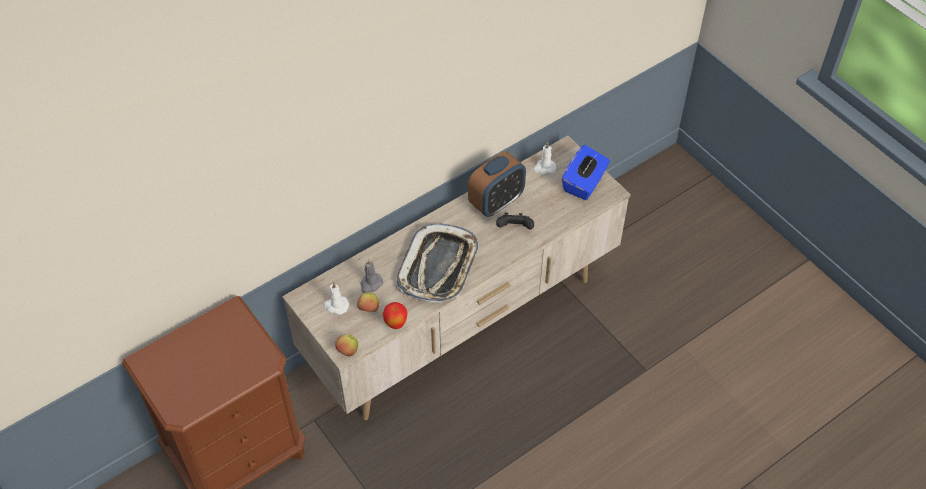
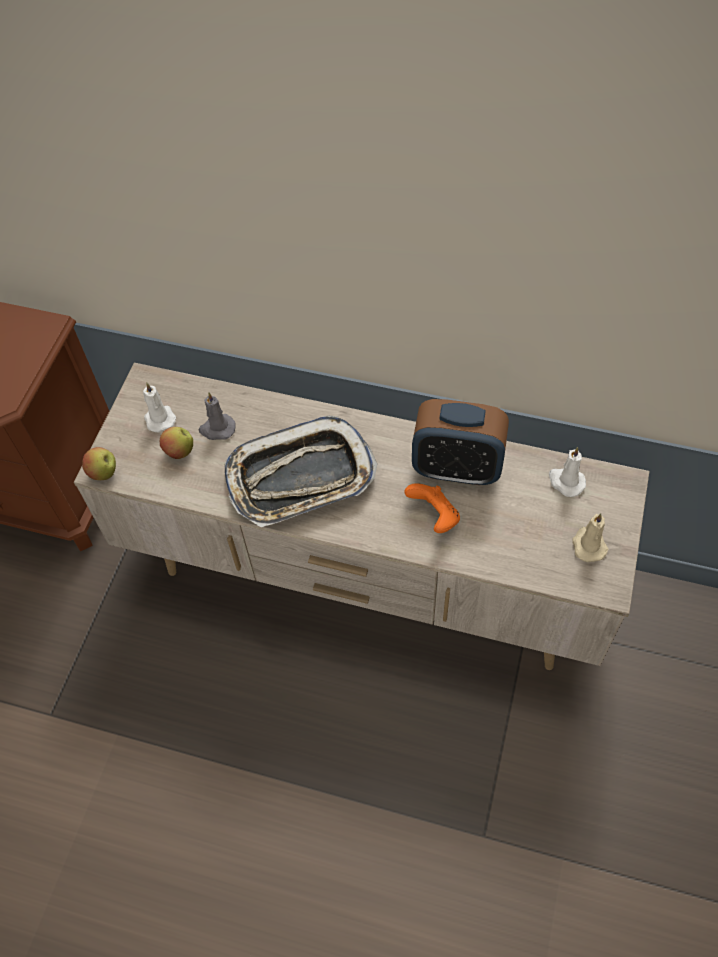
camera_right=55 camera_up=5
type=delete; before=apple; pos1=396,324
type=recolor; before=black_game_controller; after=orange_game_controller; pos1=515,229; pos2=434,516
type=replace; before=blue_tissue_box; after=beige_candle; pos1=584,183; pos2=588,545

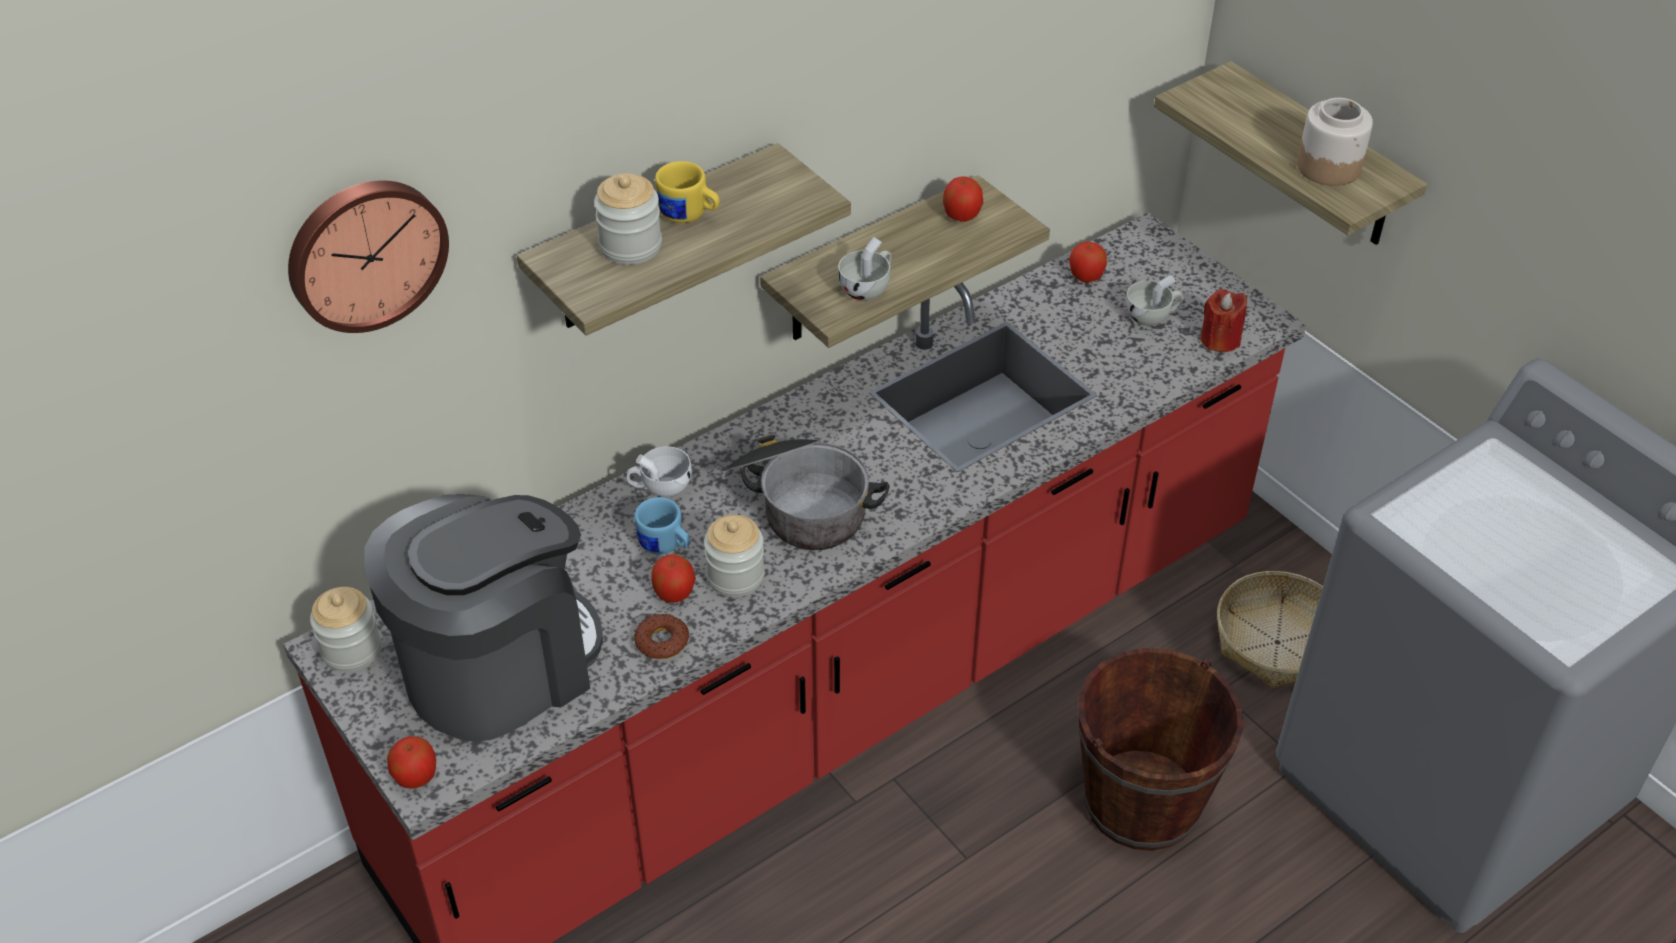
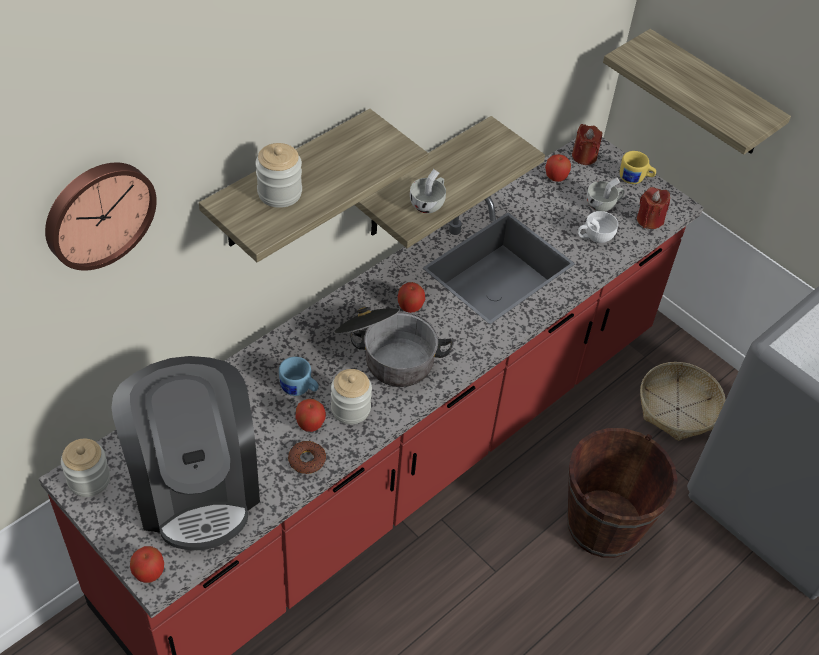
camera_right=-10 camera_up=5
type=rotate; before=coffee_machine; pos1=499,666; pos2=196,485; turn=120
type=move; before=white_cup; pos1=660,487; pos2=595,236
type=move; before=yellow_mug; pos1=689,215; pos2=635,179
type=move; before=apple; pos1=962,216; pos2=410,306
type=delete; before=jar; pos1=1329,167
type=insert; after=red_candle; pos2=584,156

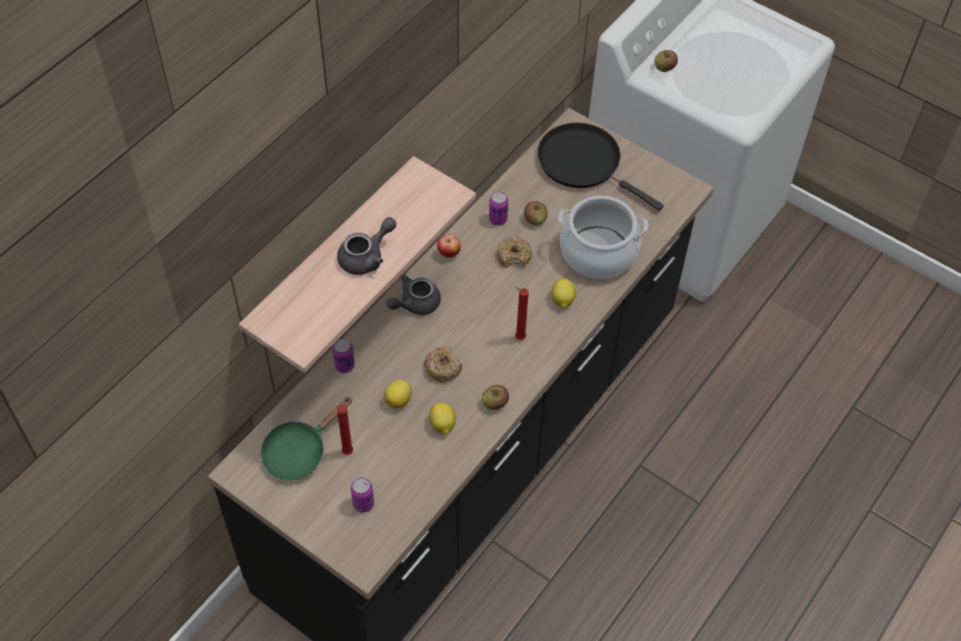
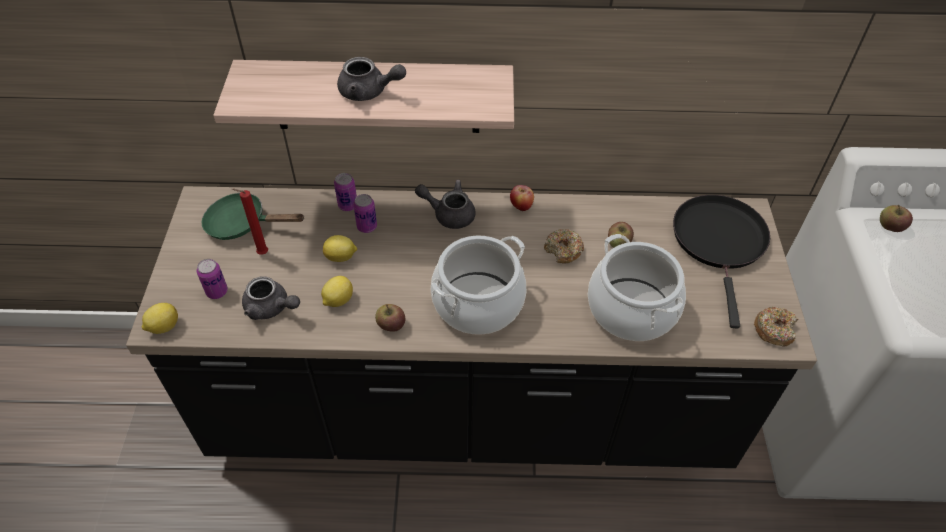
camera_right=55 camera_up=-5
type=move; before=donut; pos1=442,368; pos2=774,330
type=move; before=can; pos1=498,219; pos2=367,227
type=replace; before=red_candle; after=cooking_pot; pos1=518,338; pos2=477,302
type=move; before=lemon; pos1=562,300; pos2=163,327
type=insert; after=grey_teapot; pos2=271,308

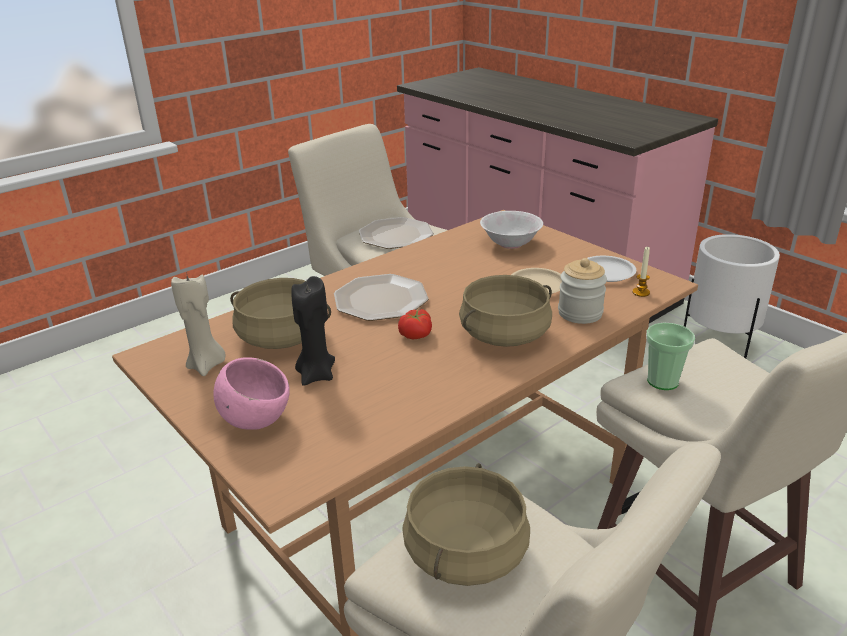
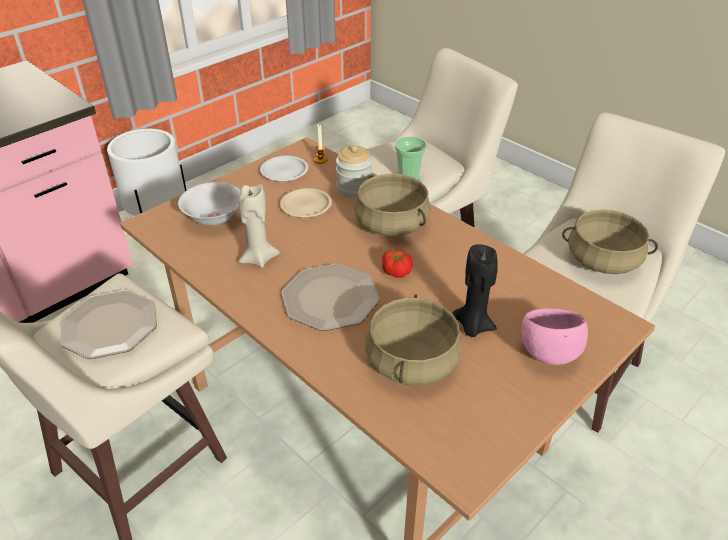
camera_right=-95 camera_up=10
type=move; before=beige_candle; pos1=207,365; pos2=258,259

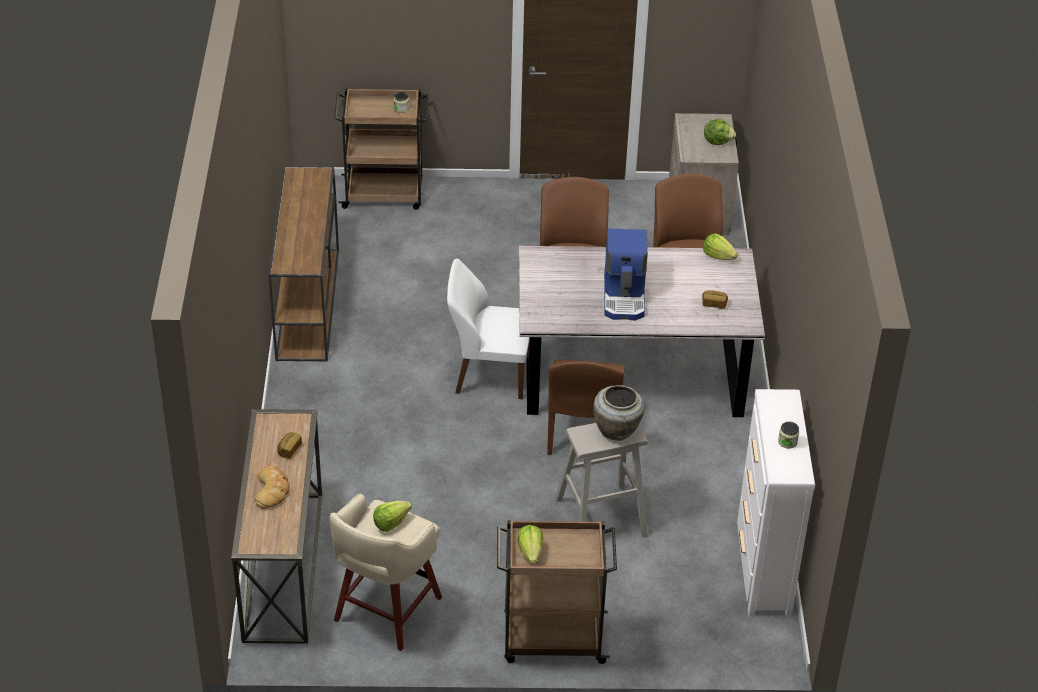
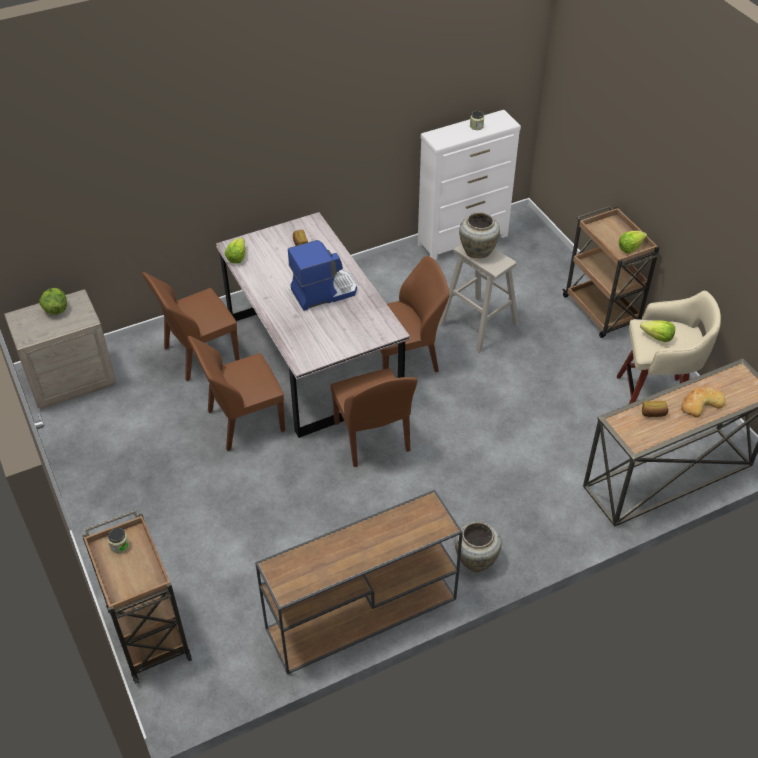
camera_right=-115 camera_up=5
type=recolor; before=white_chair; after=brown_chair; pos1=489,374; pos2=372,439
type=insert; after=beige_vase; pos2=475,559

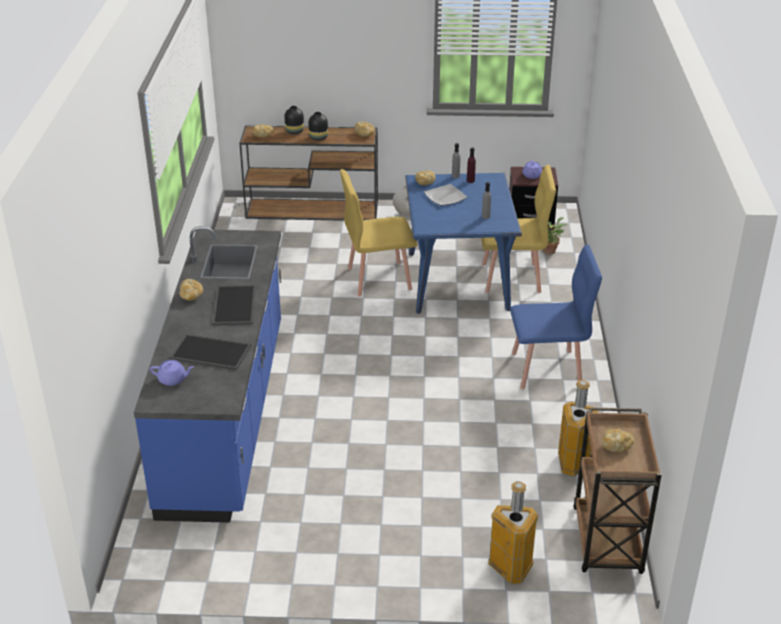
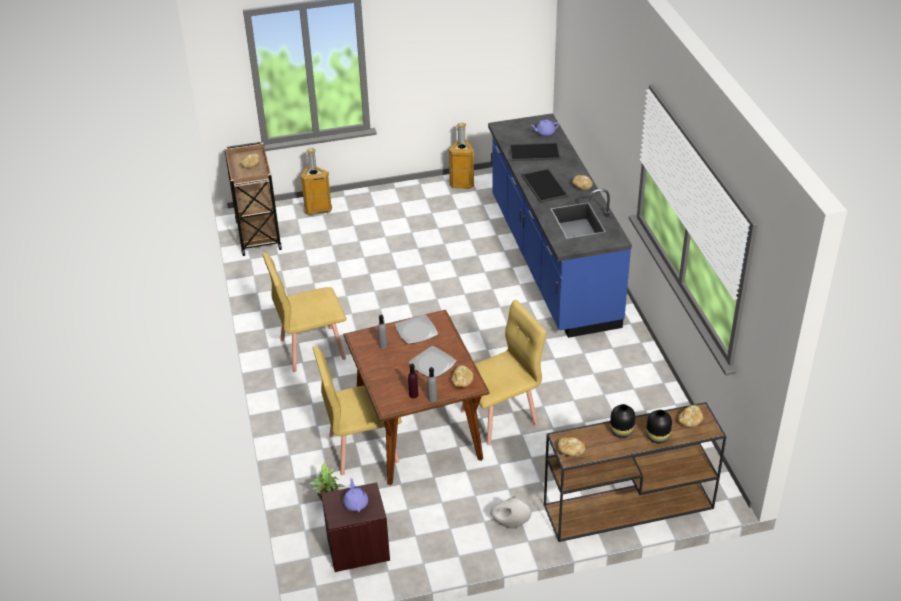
camera_right=165 camera_up=5
type=recolor; before=blue_dining_table; after=brown_dining_table; pos1=458,281; pos2=417,431
type=recolor; before=blue_chair; after=yellow_chair; pos1=547,369; pos2=311,349
type=move; before=trash_can; pos1=572,464; pos2=462,183
type=insert; after=plate; pos2=416,331

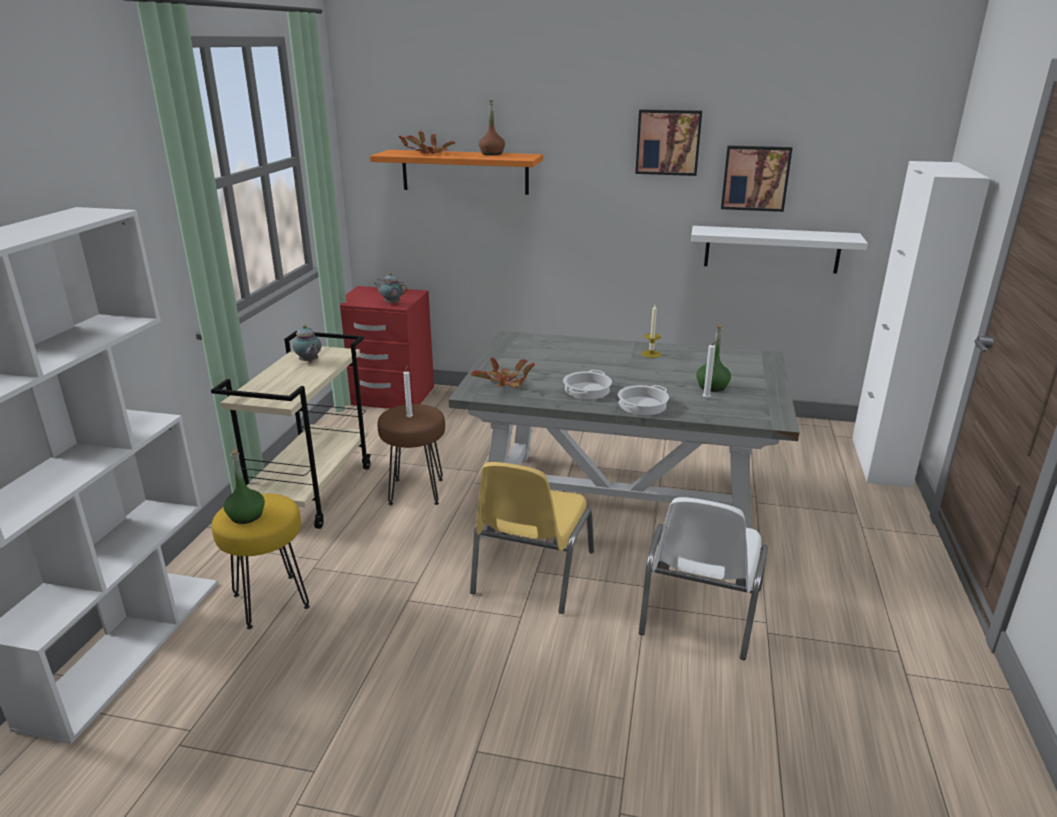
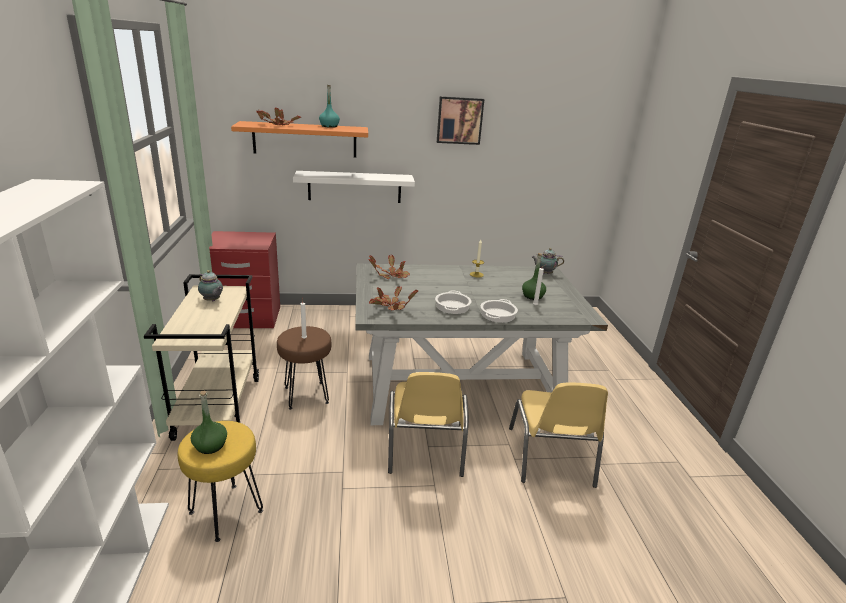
camera_right=-20 camera_up=0
type=move; before=teapot; pos1=391,303; pos2=544,273
type=recolor; before=brown_bottle; after=turquoise_bottle; pos1=492,154; pos2=329,126
type=recolor; before=white_chair; after=yellow_chair; pos1=699,612; pos2=551,457
type=move; before=white_shelf; pos1=772,249; pos2=354,187
type=delete; before=picture; pos1=755,178
type=delete; before=white_cabinet; pos1=880,462
type=insert; after=potted_plant; pos2=391,276

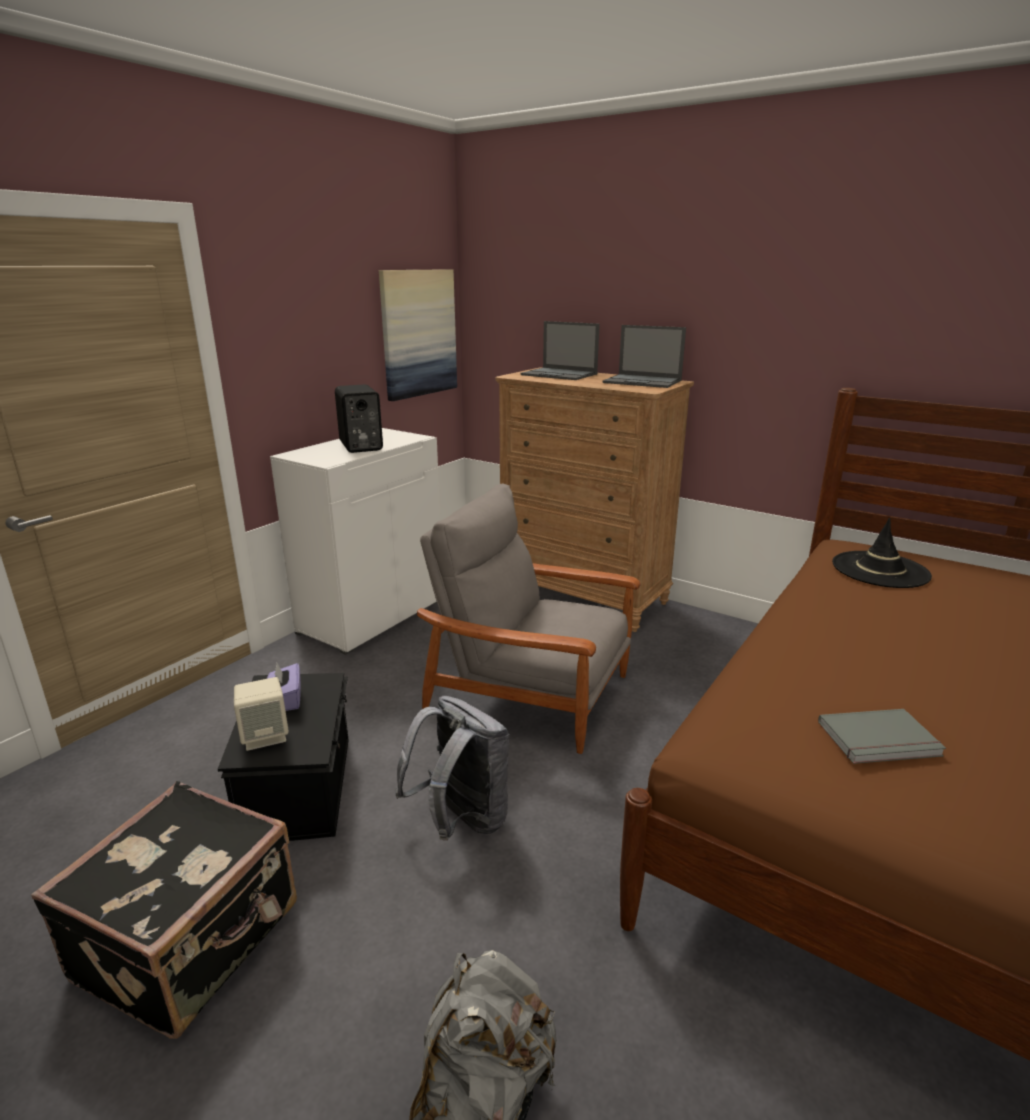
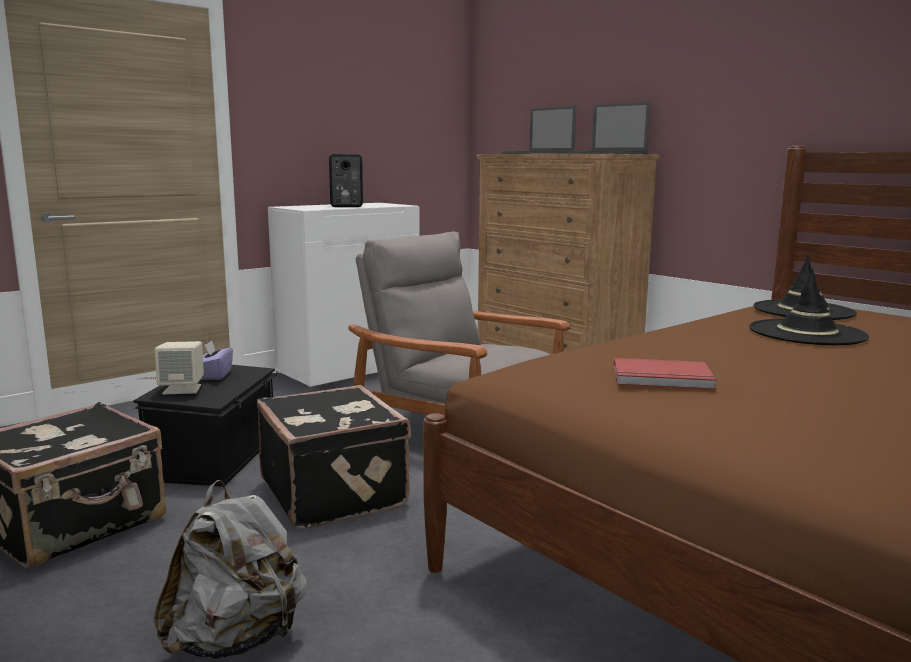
camera_right=15 camera_up=-10
type=delete; before=picture; pos1=418,333
type=replace; before=grey_backpack; after=black_suitcase; pos1=461,820; pos2=335,492
type=recolor; before=grey_book; after=red_book; pos1=880,741; pos2=662,378
type=insert; after=black_hat; pos2=807,333

